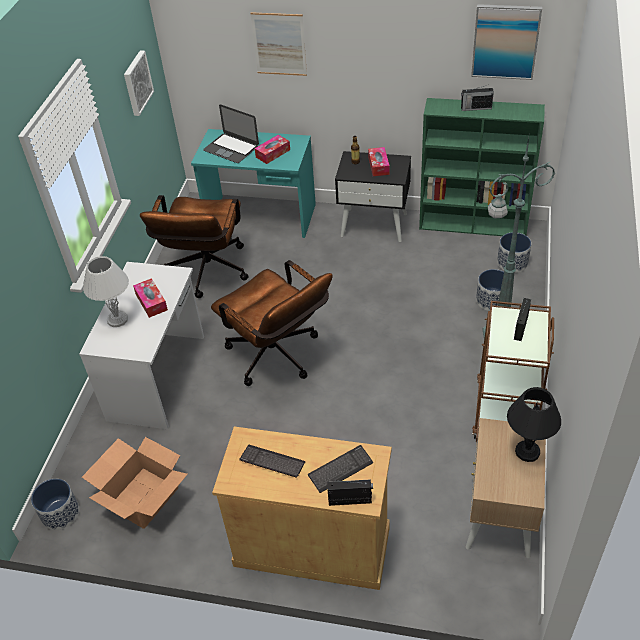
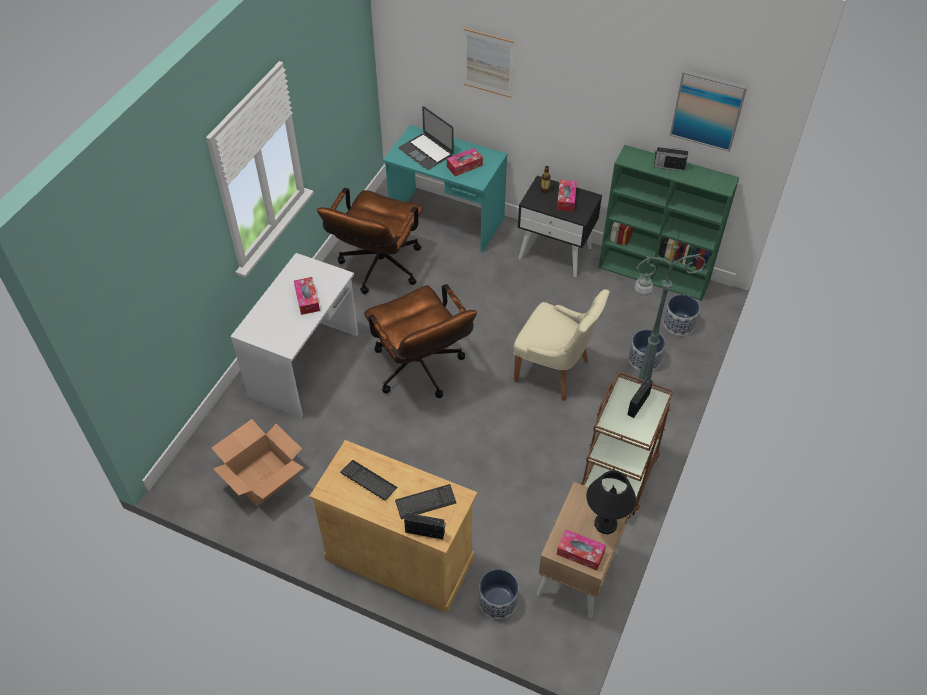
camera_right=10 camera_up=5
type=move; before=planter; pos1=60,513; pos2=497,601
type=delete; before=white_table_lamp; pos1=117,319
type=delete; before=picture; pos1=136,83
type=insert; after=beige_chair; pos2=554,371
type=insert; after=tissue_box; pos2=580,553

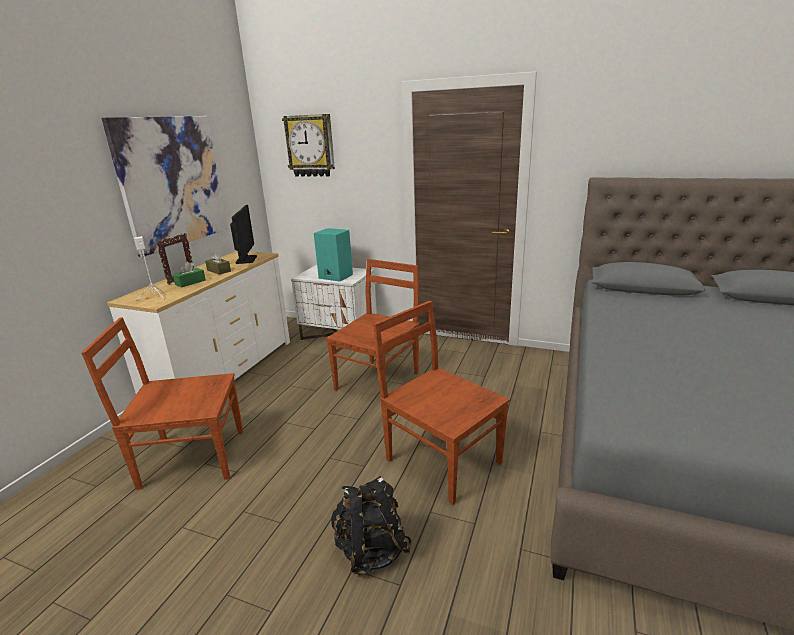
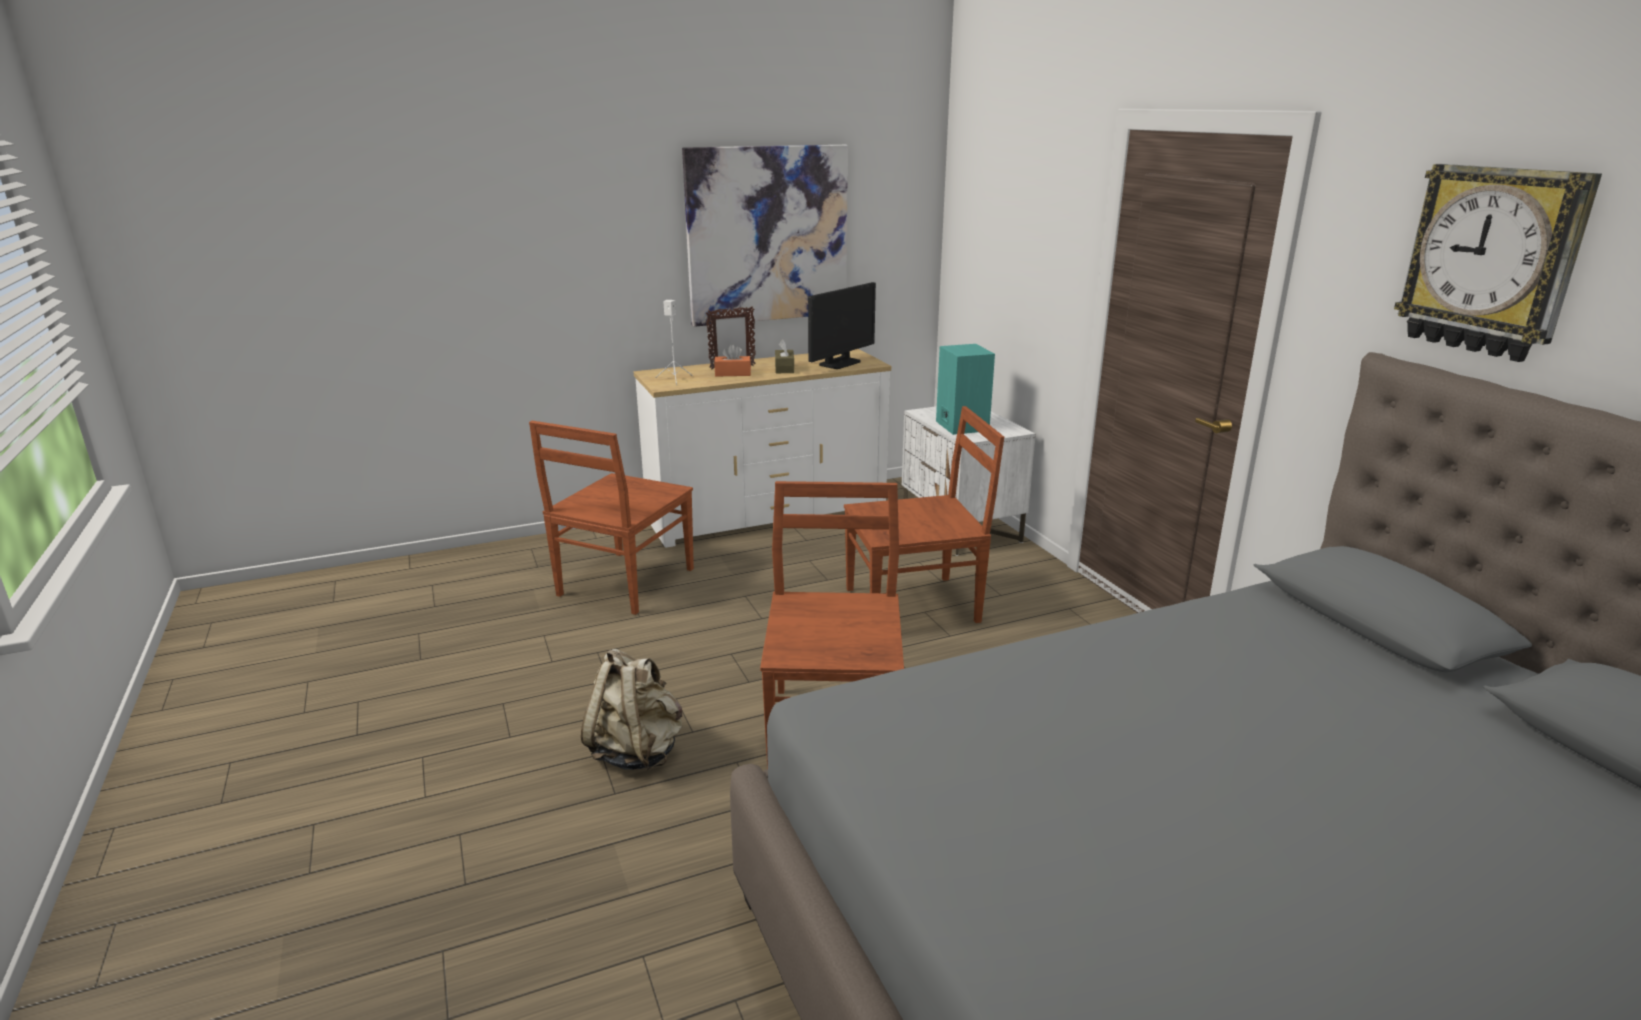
camera_right=45 camera_up=0
type=rotate; before=brown_chair; pos1=190,458; pos2=624,583; turn=-105
type=recolor; before=green_tissue_box; after=orange_tissue_box; pos1=190,282; pos2=733,373
type=move; before=wall_clock; pos1=310,146; pos2=1491,261
type=recolor; before=black_backpack; after=beige_backpack; pos1=371,550; pos2=637,751

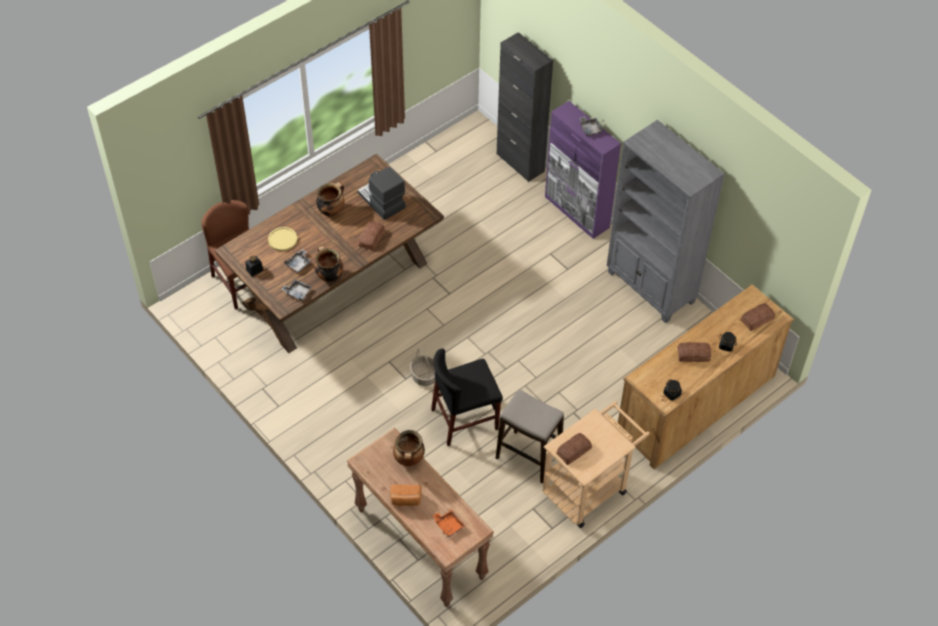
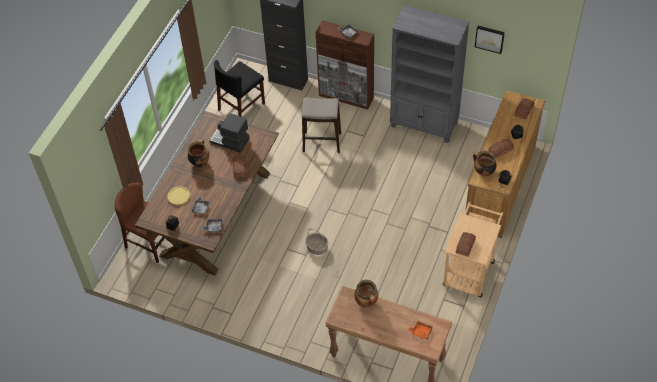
camera_right=-25 camera_up=0
type=move; before=cooking_pot; pos1=329,276; pos2=483,172
type=delete; before=bread; pos1=406,500
type=move; before=black_chair; pos1=465,419; pos2=241,107
type=move; before=stool; pos1=528,457; pos2=322,142
type=recolor; before=purple_cabinet; after=brown_cabinet; pos1=577,212; pos2=346,97
type=insert; after=picture; pos2=489,38

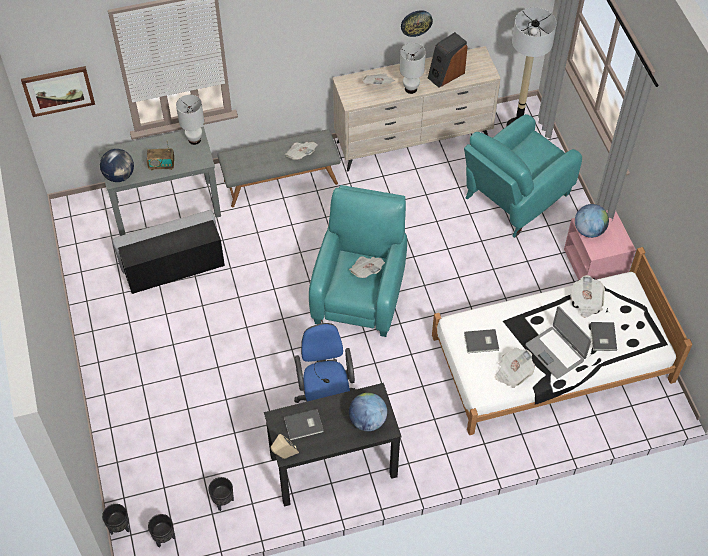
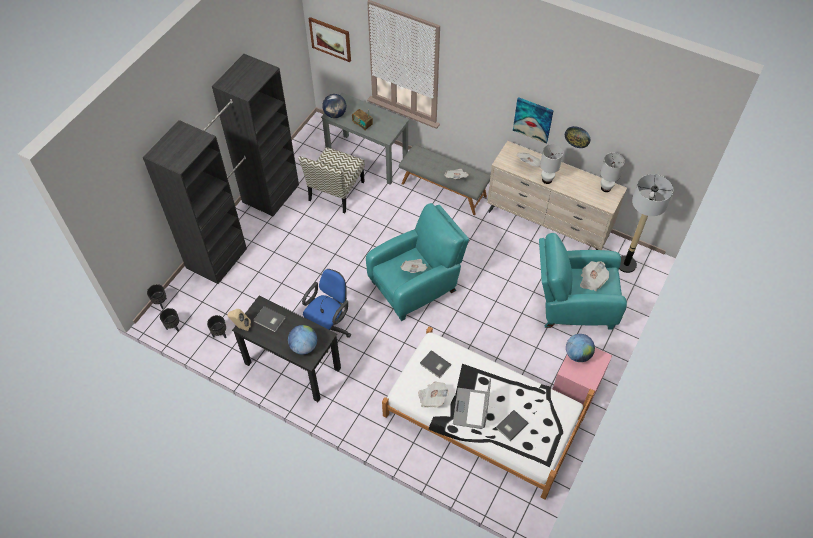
camera_right=45 camera_up=0
type=replace; before=grey_ottoman; after=chair; pos1=173,265; pos2=336,192
type=move; before=white_table_lamp; pos1=194,140; pos2=605,188
type=delete; before=speaker; pos1=446,75
type=move; before=newspaper; pos1=586,302; pos2=592,280
type=insert; after=black_wardrobe; pos2=244,224
type=insert; after=picture; pos2=533,119

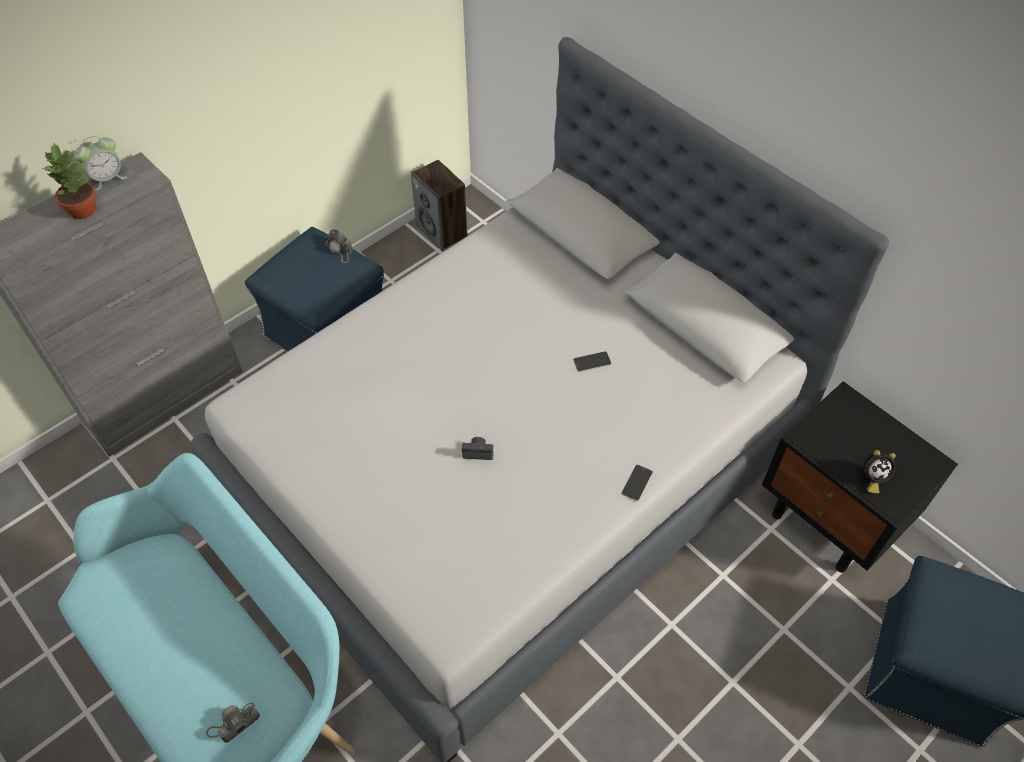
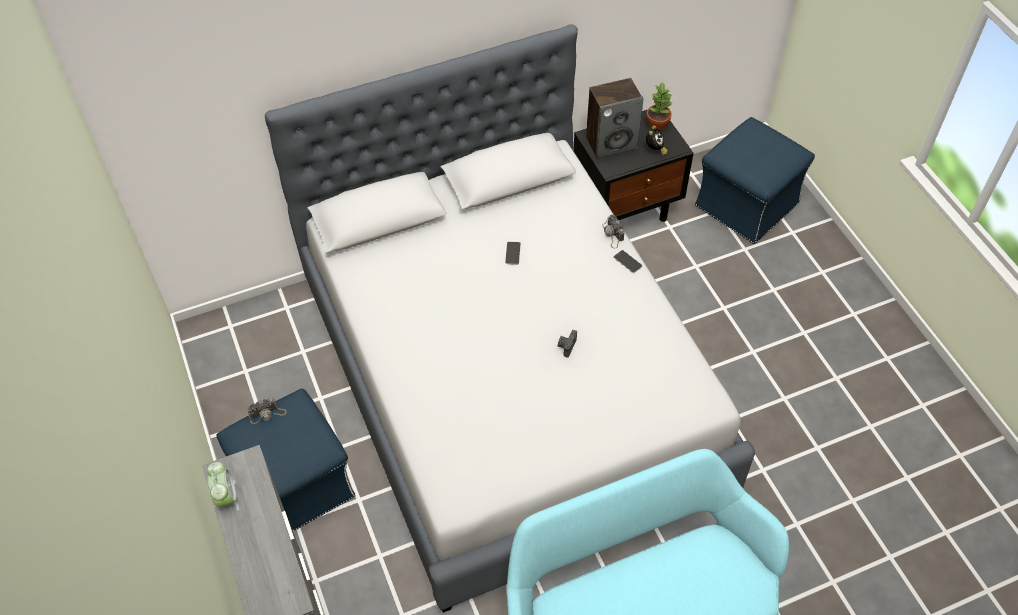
camera_right=-70 camera_up=0
type=move; before=potted_plant; pos1=83,209; pos2=657,123
type=move; before=photo_camera; pos1=233,723; pos2=612,234
type=move; before=speaker; pos1=442,231; pos2=611,143

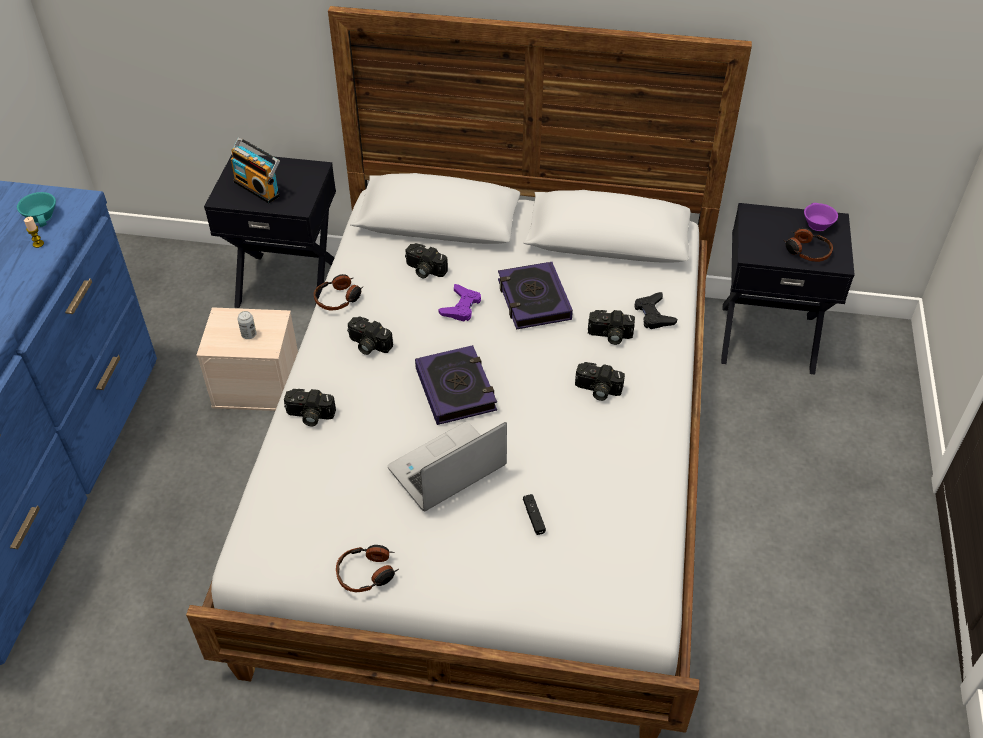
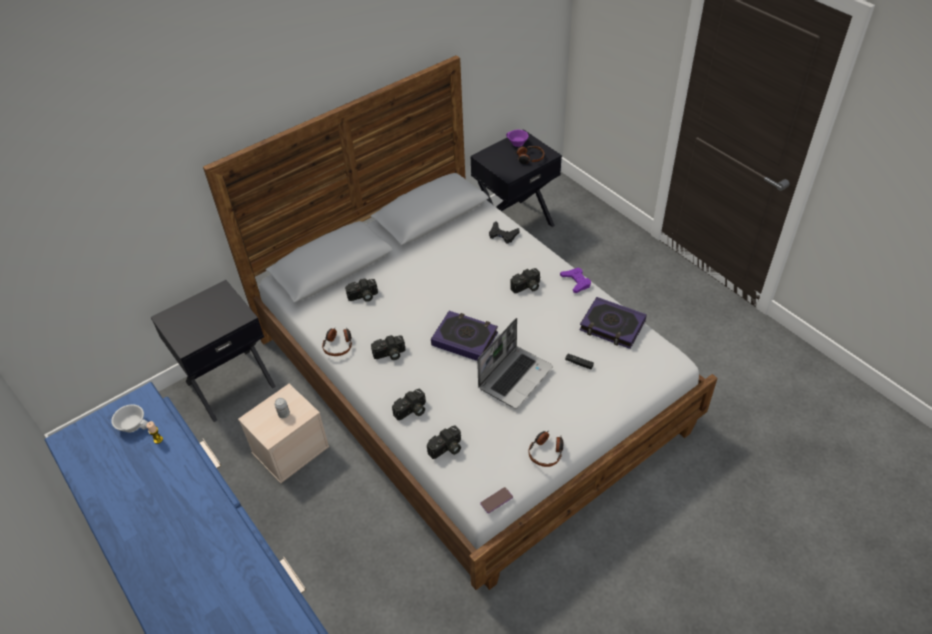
camera_right=-45 camera_up=0
type=recolor; before=turquoise_cup; after=white_cup; pos1=42,216; pos2=133,424
type=delete; before=radio; pos1=259,188
type=rotate; before=laptop; pos1=446,470; pos2=515,377; turn=-150
type=move; before=purple_game_controller; pos1=461,307; pos2=576,282
type=move; before=book; pos1=533,300; pos2=612,326
type=move; before=photo_camera; pos1=609,335; pos2=447,449
type=insert; after=phone; pos2=496,500

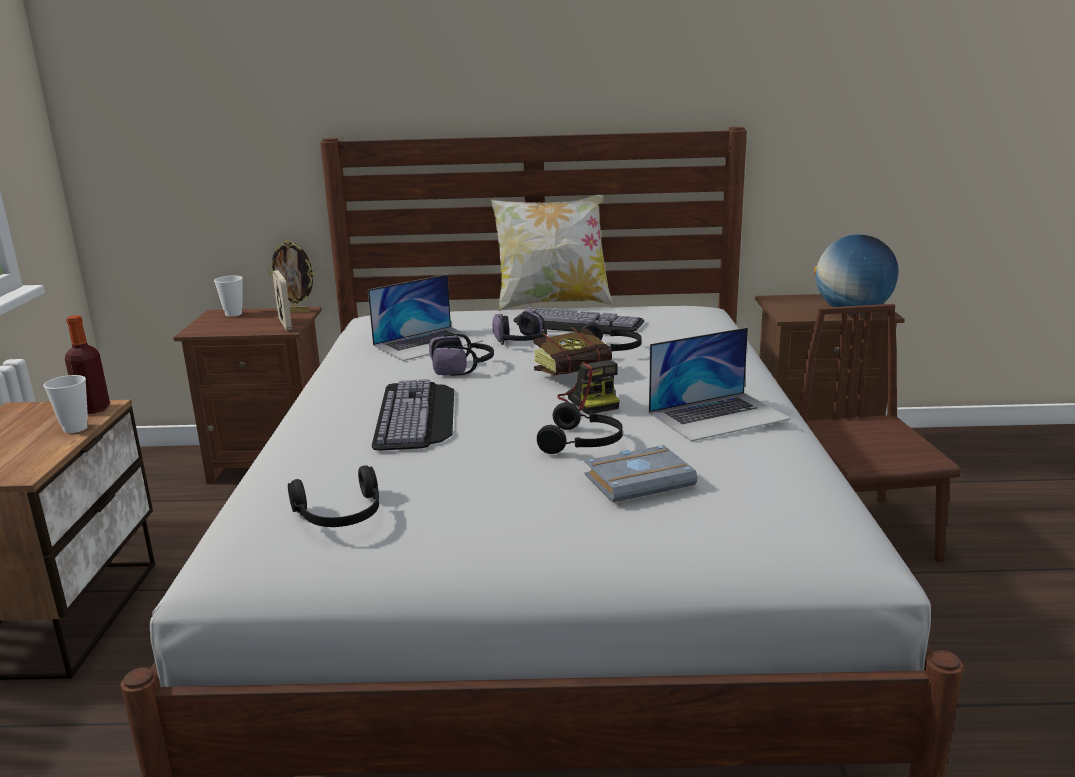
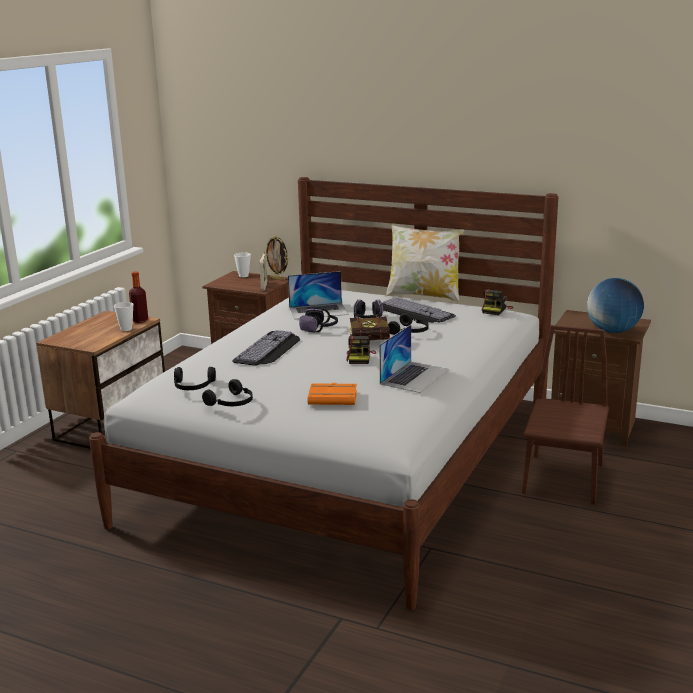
camera_right=25 camera_up=0
type=move; before=black_headphones; pos1=583,443; pos2=232,403
type=recolor; before=grey_book; after=orange_book; pos1=639,480; pos2=333,398
type=rotate; before=laptop; pos1=718,415; pos2=415,376; turn=-60
type=insert; after=photo_camera; pos2=496,310

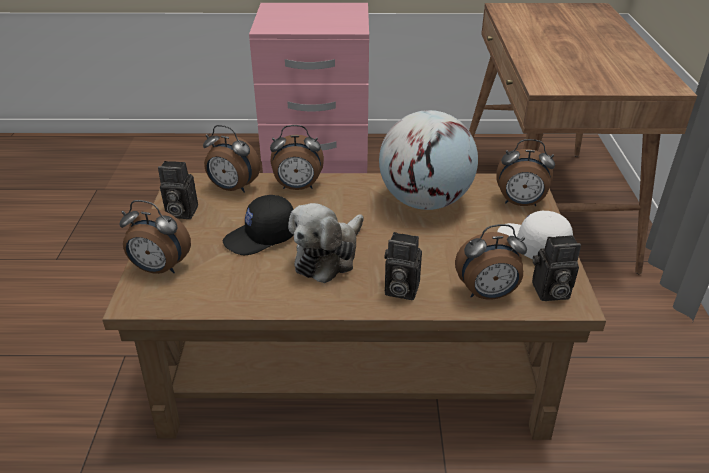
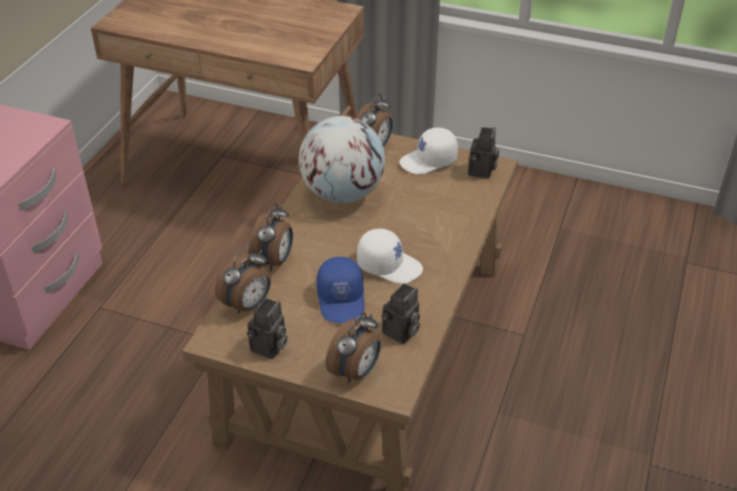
camera_right=-70 camera_up=5
type=recolor; before=black_cap; after=blue_cap; pos1=261,237; pos2=342,299
type=replace; before=plush_toy; after=white_cap; pos1=328,256; pos2=389,265
type=move; before=photo_camera; pos1=399,289; pos2=401,333
type=delete; before=alarm_clock; pos1=487,294

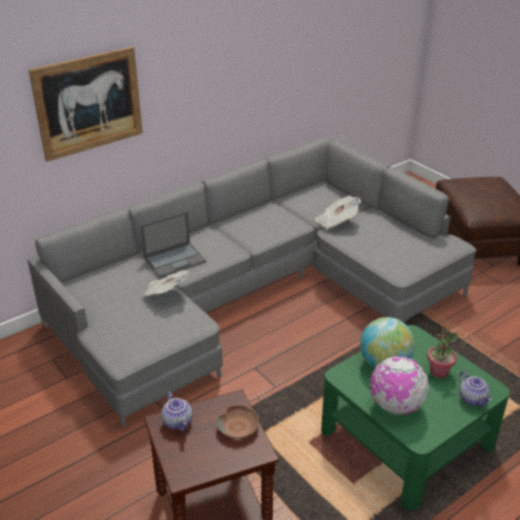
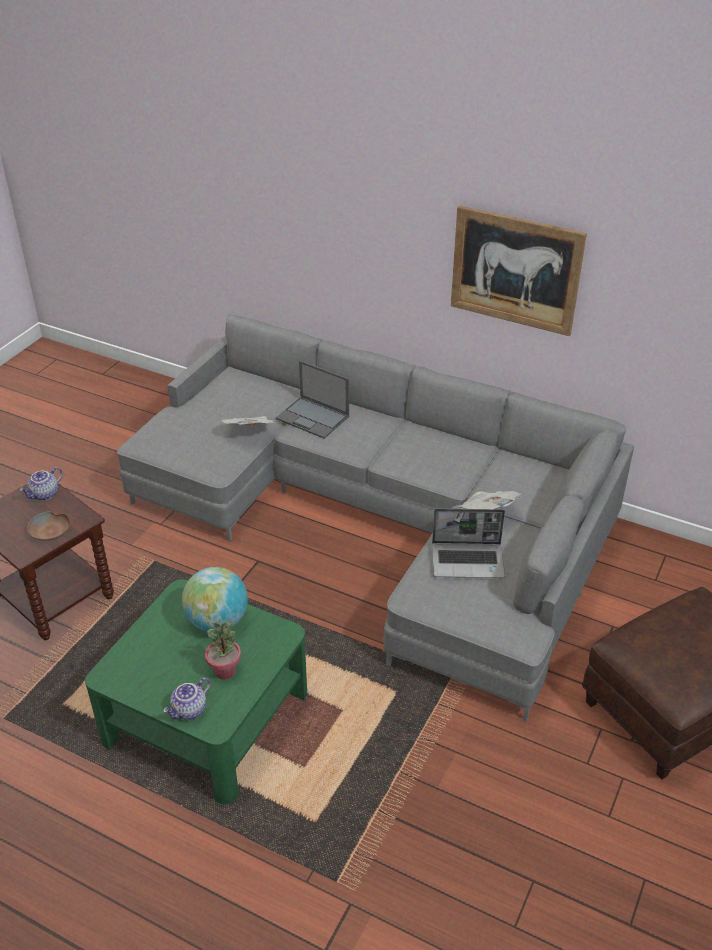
camera_right=65 camera_up=5
type=move; before=picture; pos1=88,103; pos2=515,270
type=delete; before=globe; pos1=395,406
type=insert; after=laptop; pos2=468,561

